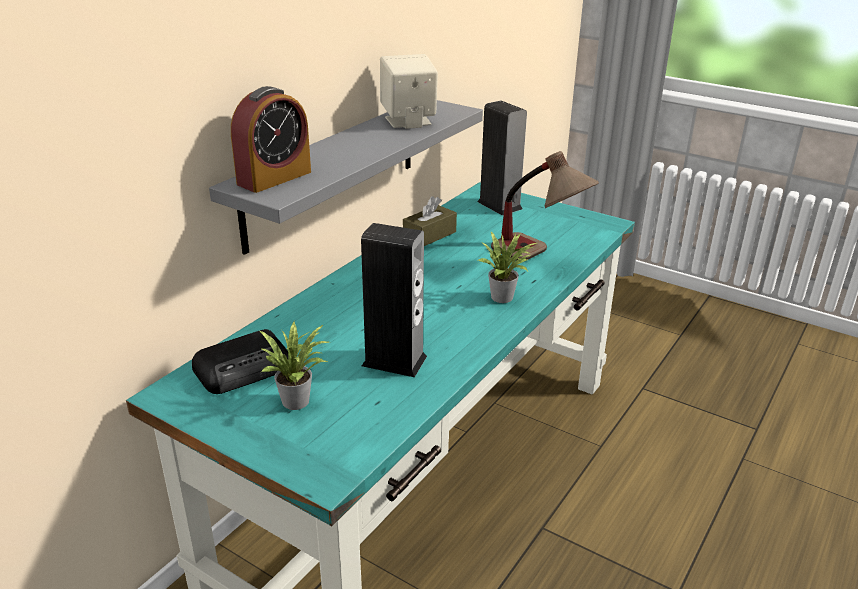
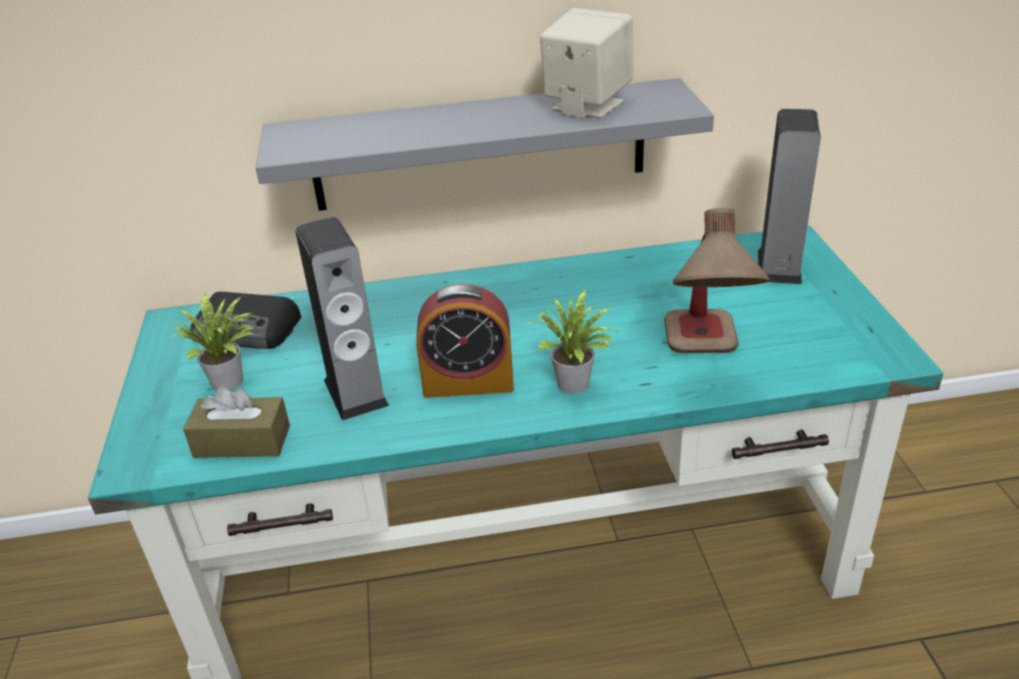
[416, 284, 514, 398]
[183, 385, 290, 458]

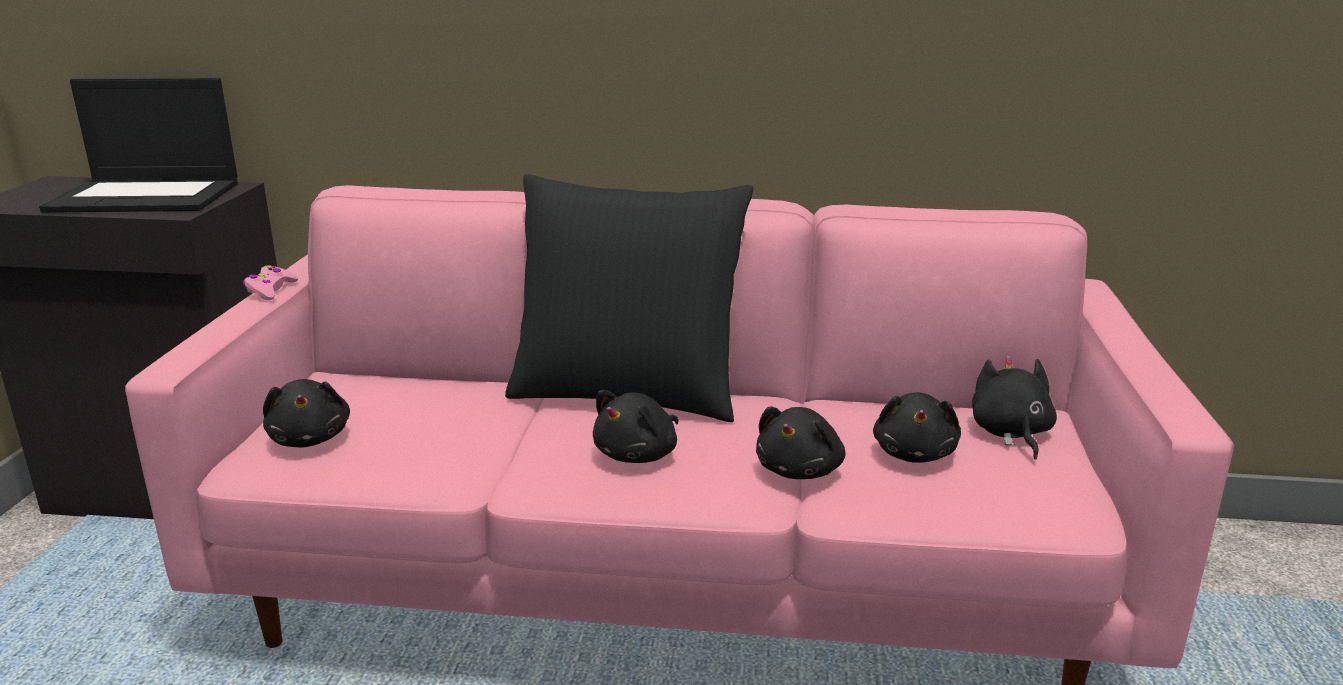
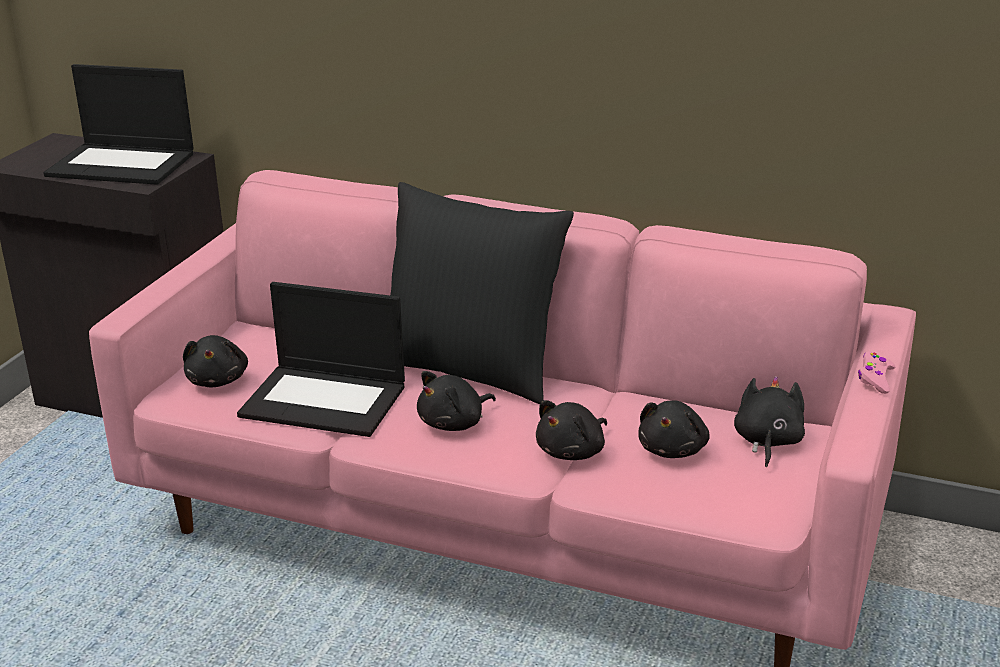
[858, 351, 896, 394]
[237, 282, 405, 437]

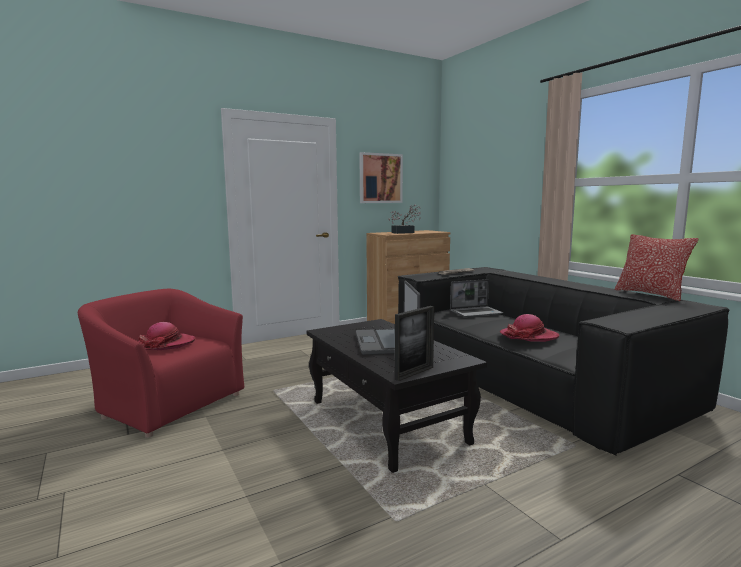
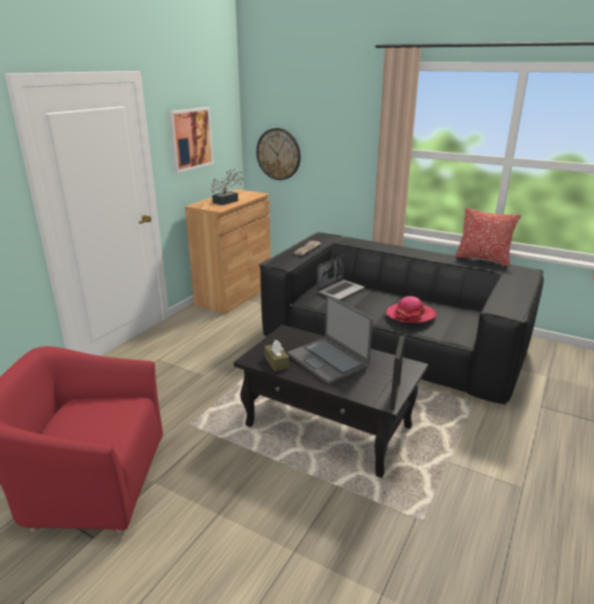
[138, 322, 196, 350] (first image)
[256, 128, 301, 180]
[264, 340, 289, 371]

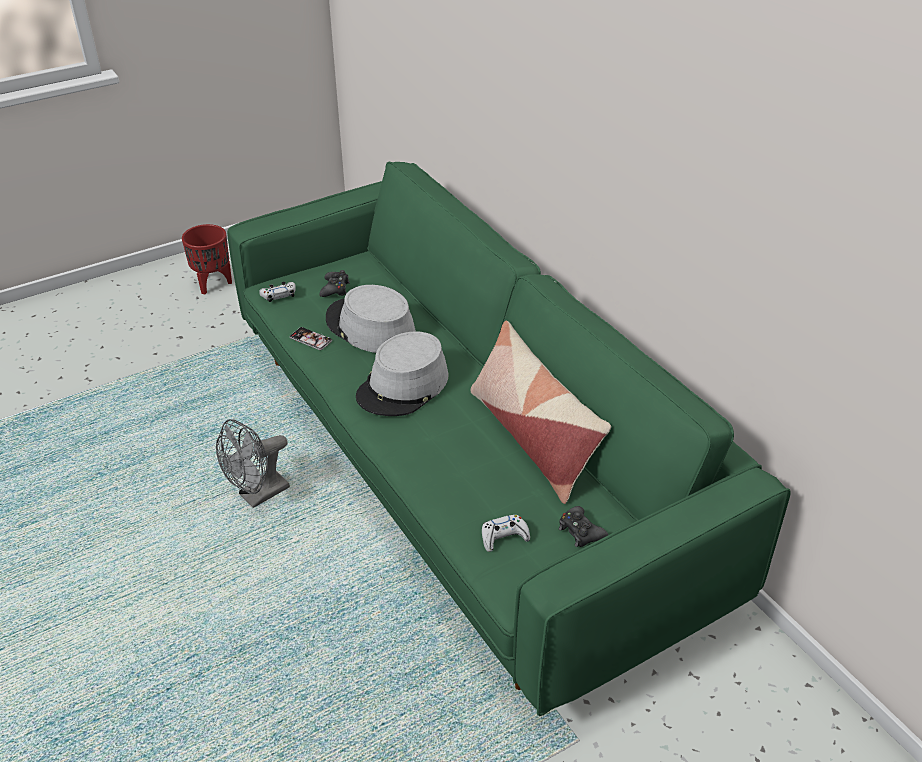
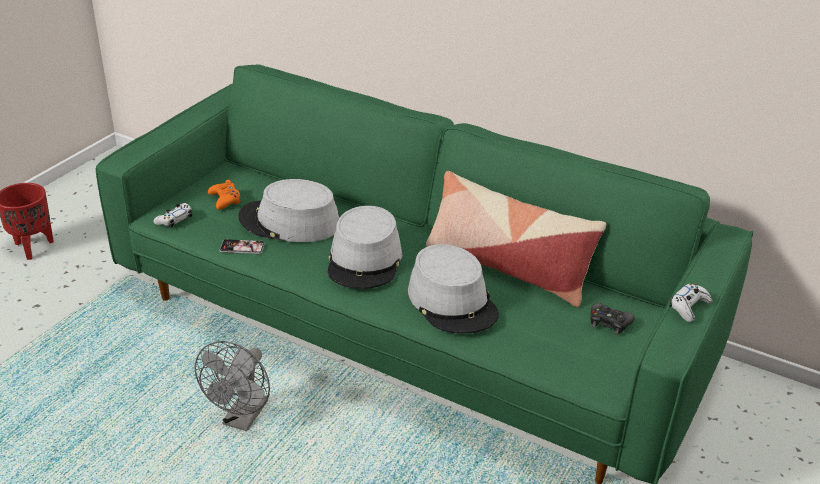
[208, 180, 242, 210]
[669, 283, 712, 322]
[408, 244, 499, 334]

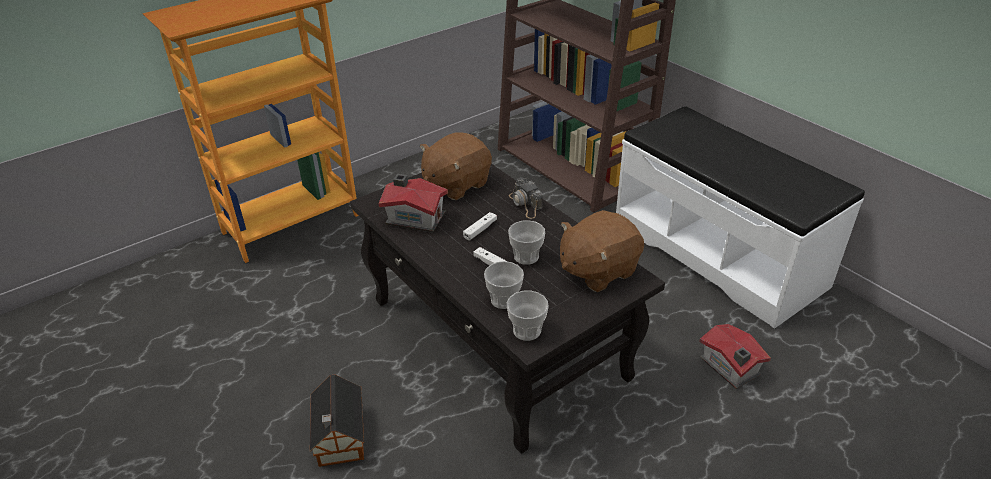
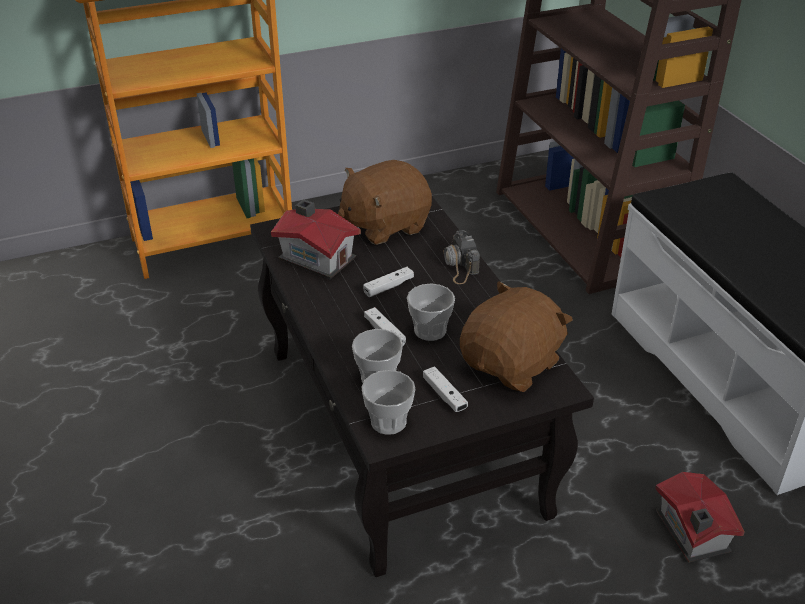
[460, 281, 573, 392]
[310, 375, 364, 467] (first image)
[423, 366, 468, 412]

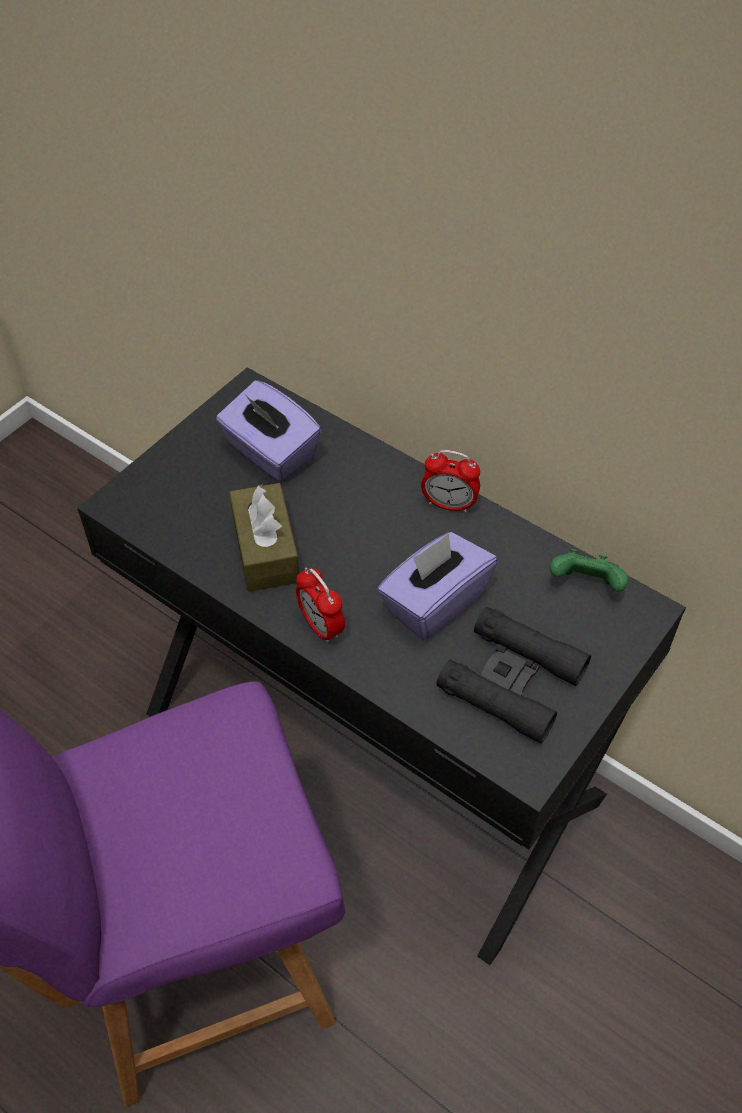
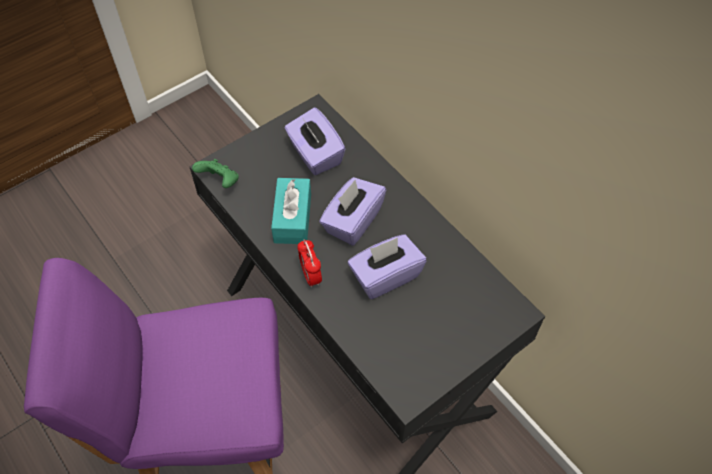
[421, 450, 480, 513] (first image)
[271, 178, 311, 244]
[192, 159, 239, 188]
[436, 607, 591, 744] (first image)
[319, 177, 386, 246]

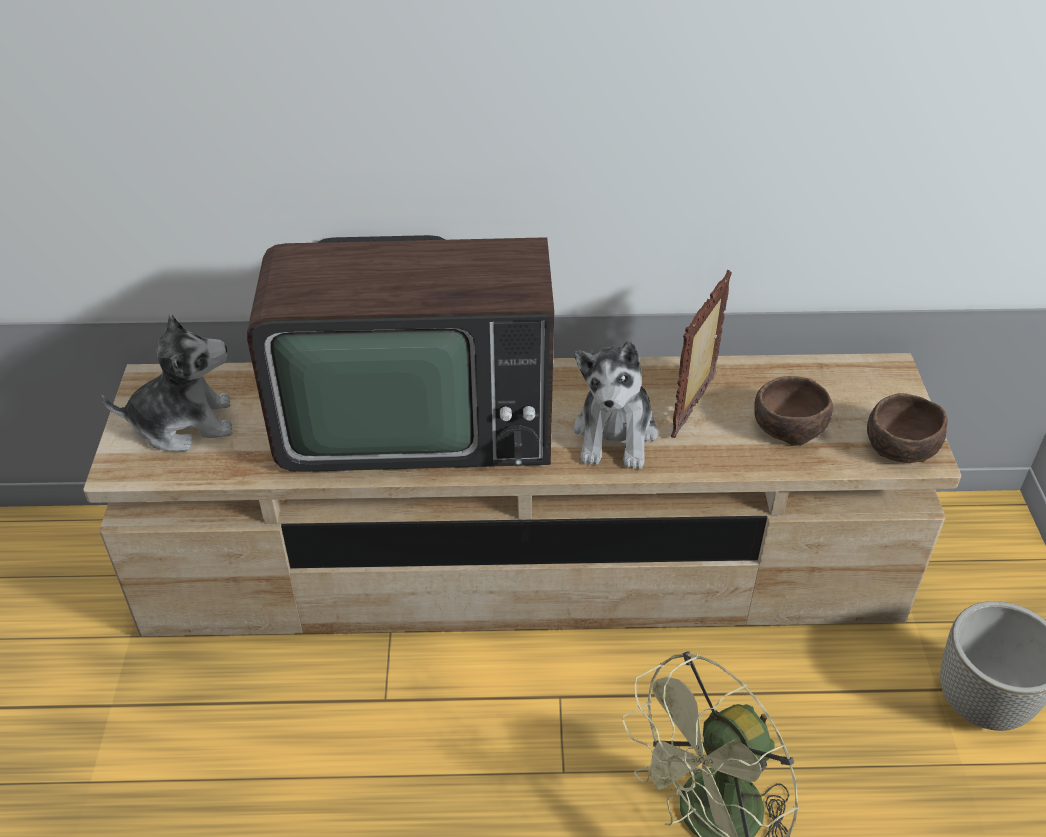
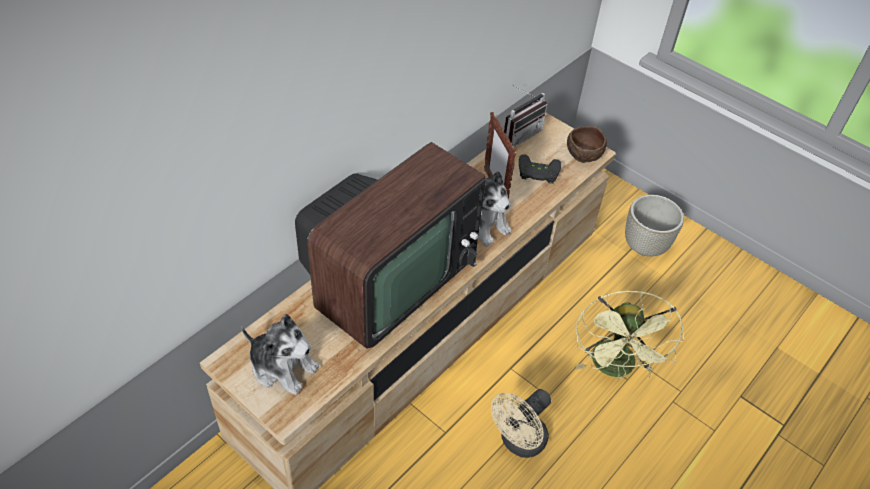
[241, 314, 319, 395]
[519, 155, 561, 184]
[504, 85, 547, 147]
[491, 389, 551, 458]

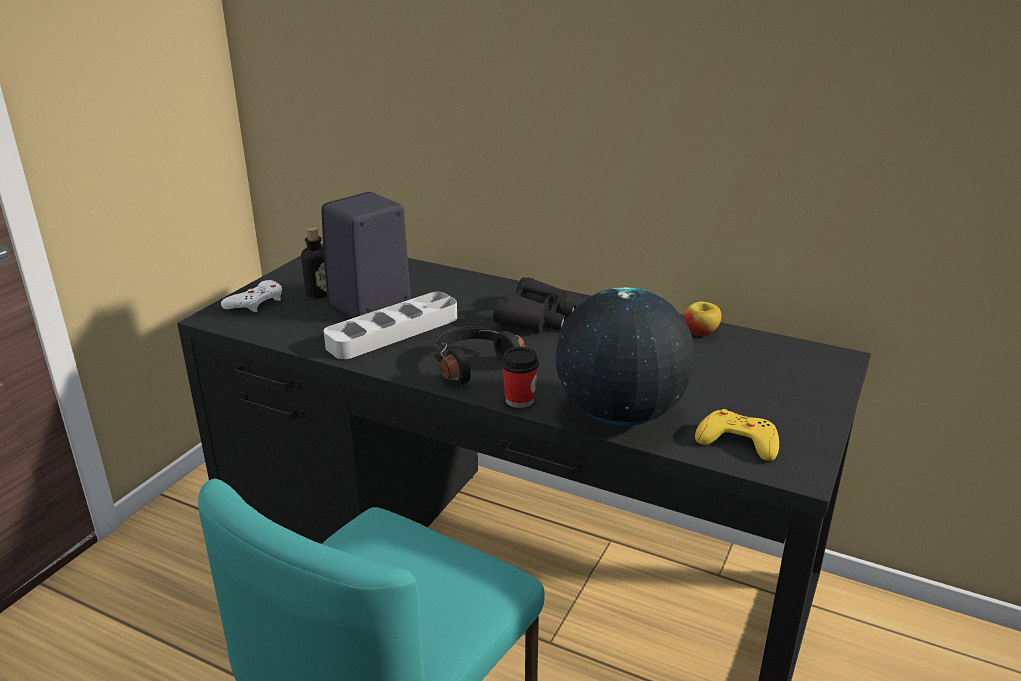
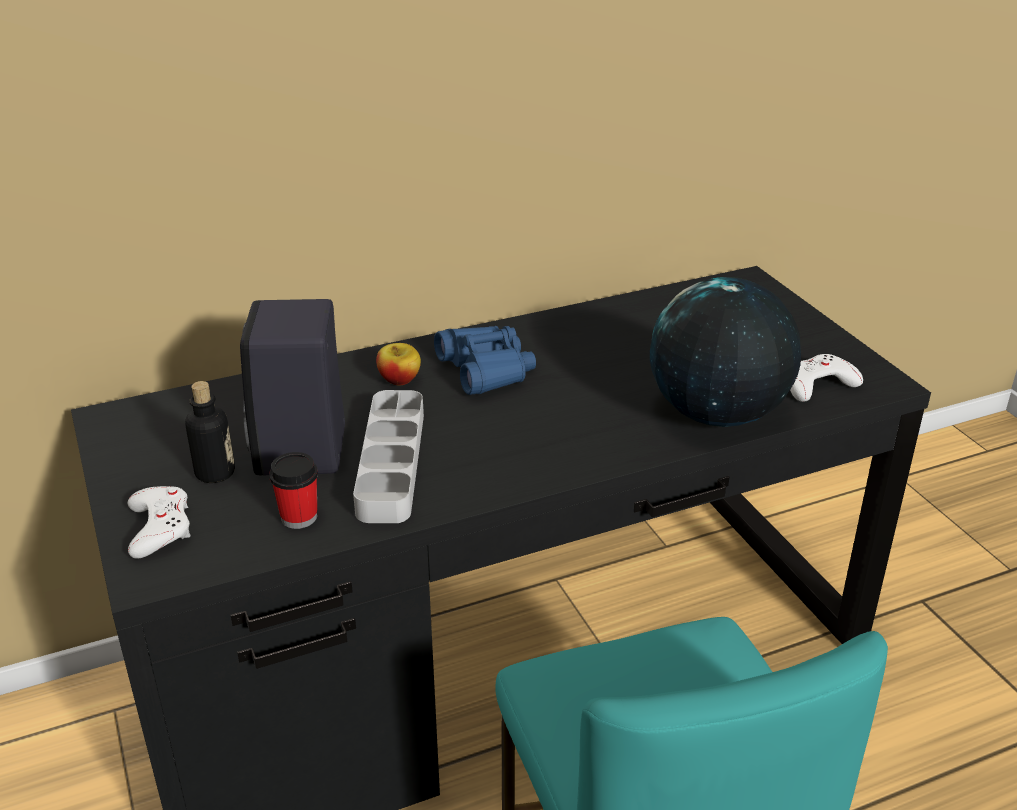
[434, 326, 536, 395]
[376, 343, 421, 385]
[434, 327, 525, 384] (first image)
[269, 452, 318, 529]
[790, 354, 863, 402]

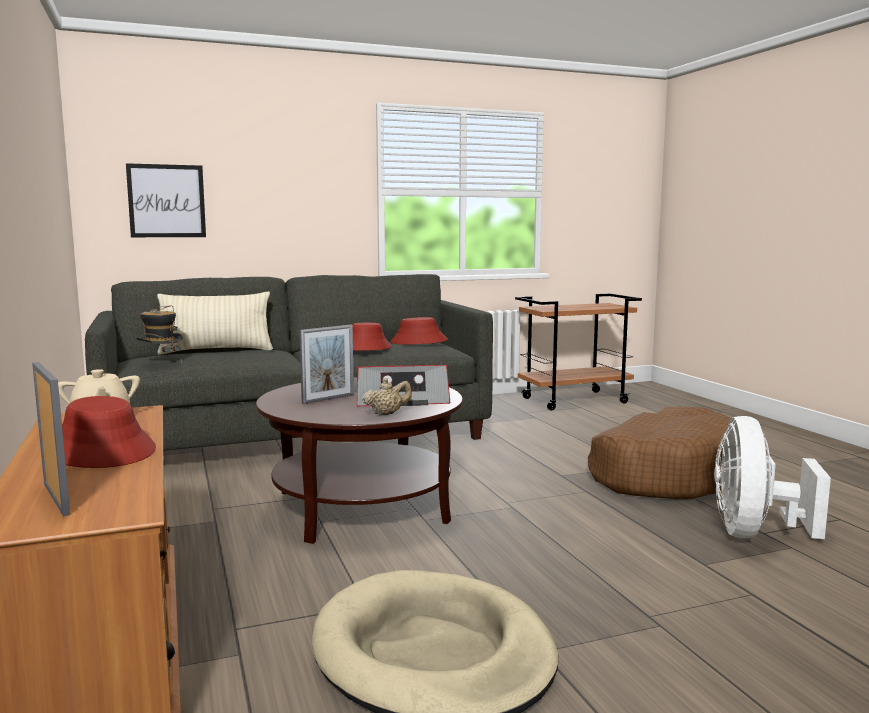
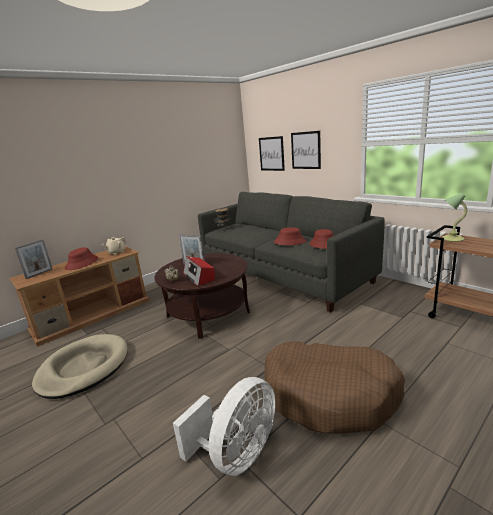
[157, 292, 273, 355] (first image)
[173, 377, 276, 476]
[291, 131, 321, 169]
[442, 193, 467, 242]

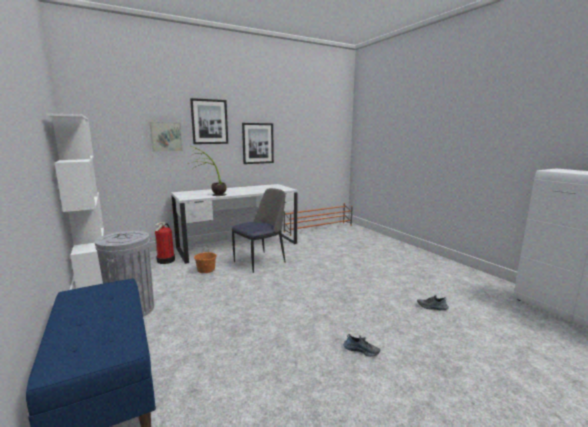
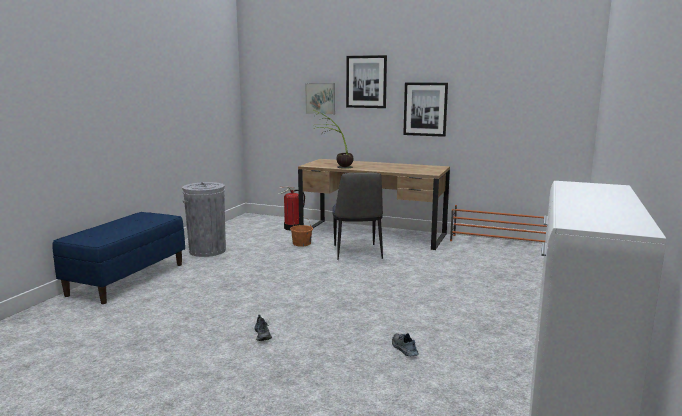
[46, 113, 104, 289] (first image)
[298, 159, 450, 250]
[332, 172, 383, 260]

